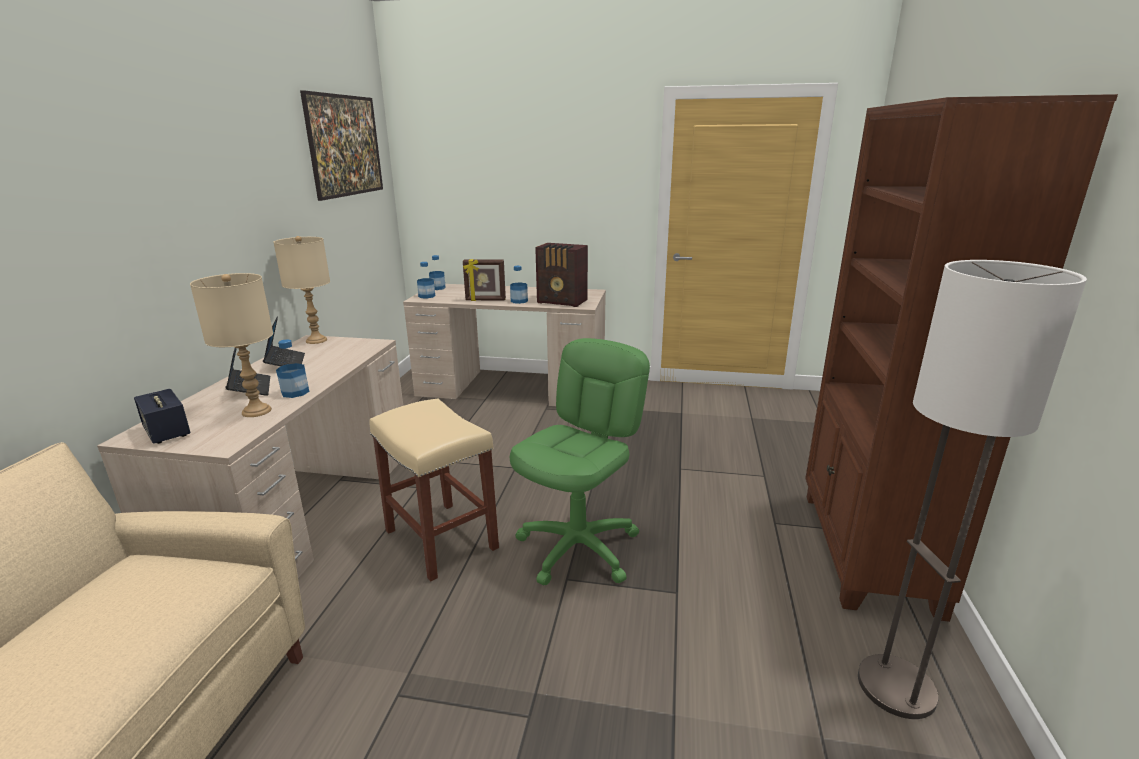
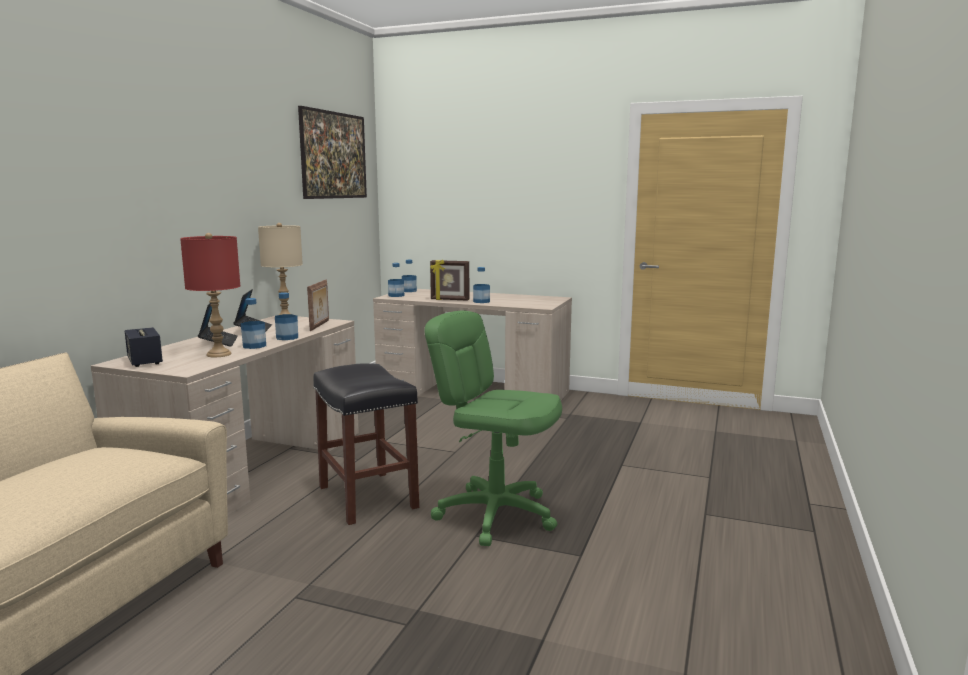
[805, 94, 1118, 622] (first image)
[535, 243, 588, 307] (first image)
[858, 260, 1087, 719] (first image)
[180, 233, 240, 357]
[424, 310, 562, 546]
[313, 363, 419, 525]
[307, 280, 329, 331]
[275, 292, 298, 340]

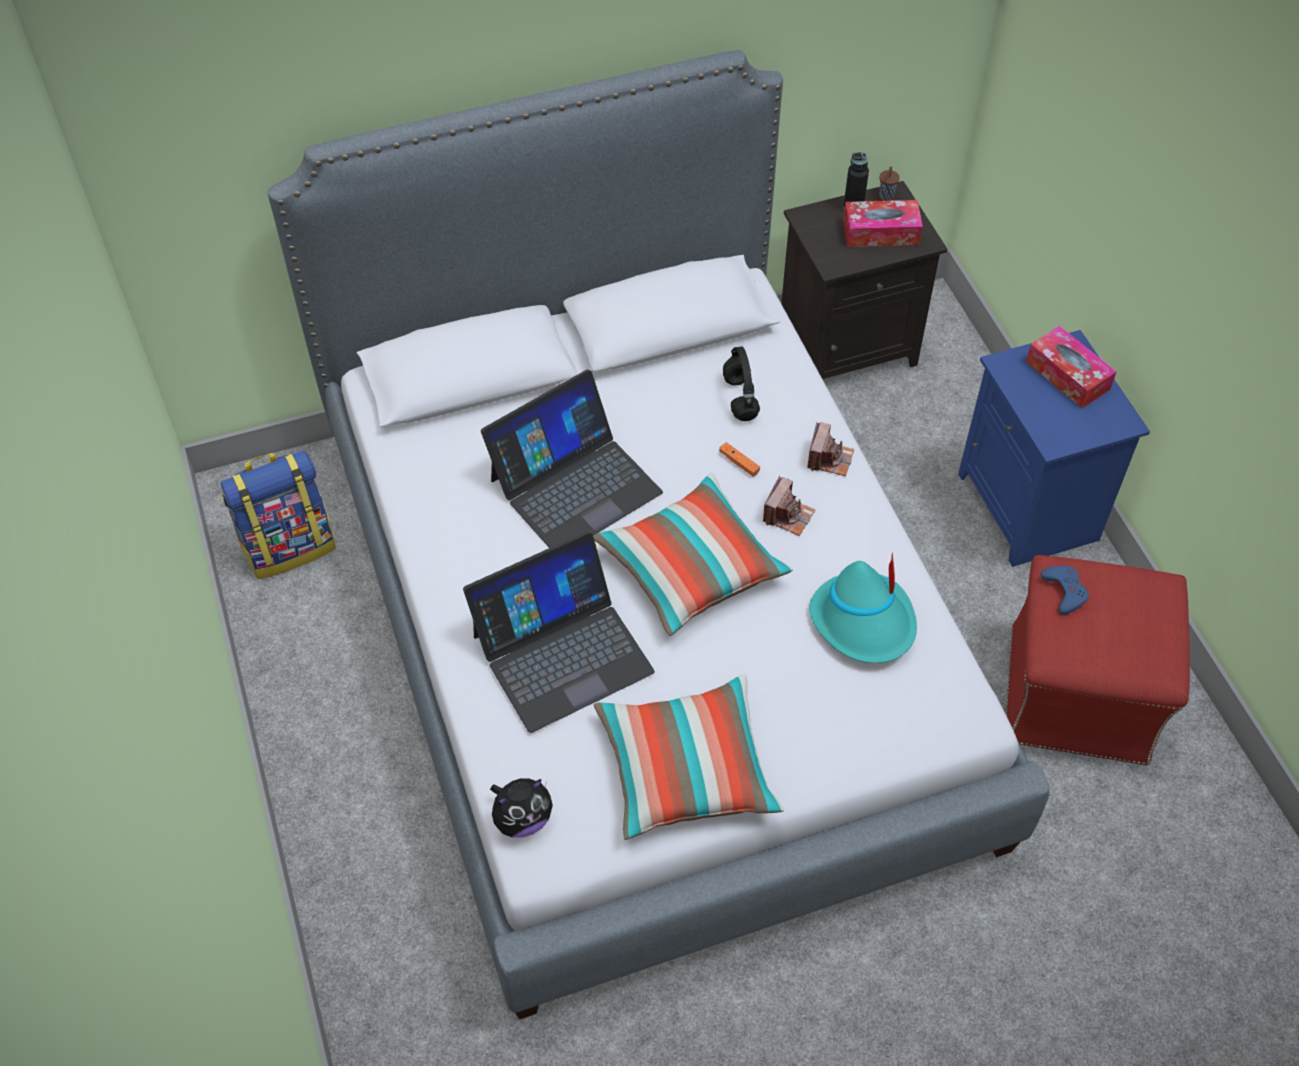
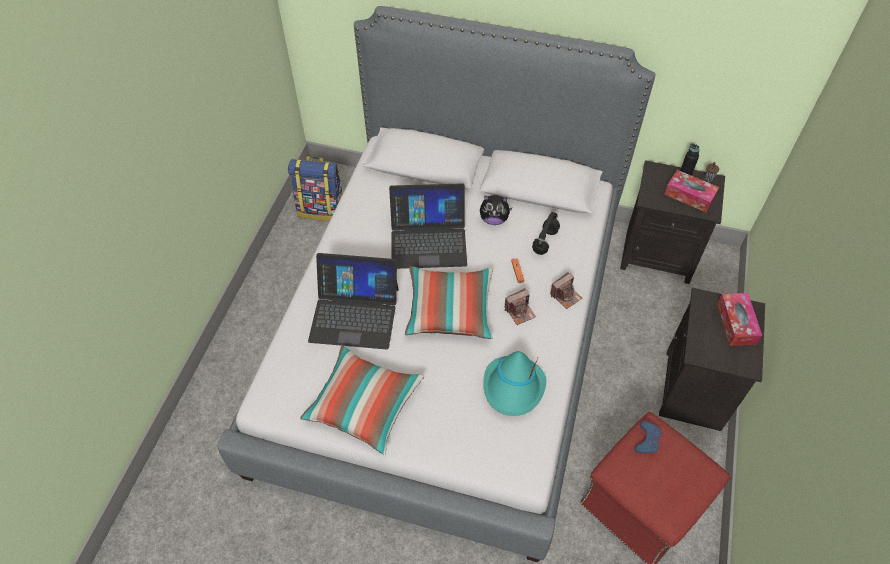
[659, 288, 765, 431]
[480, 195, 513, 225]

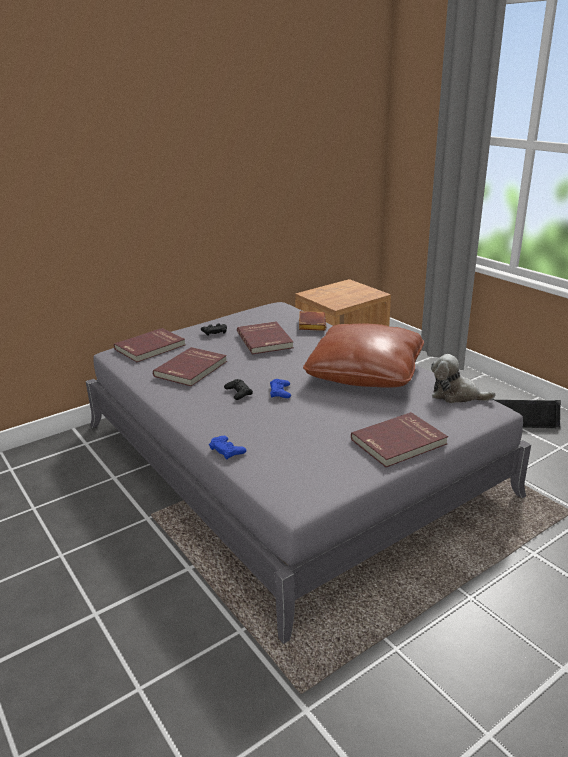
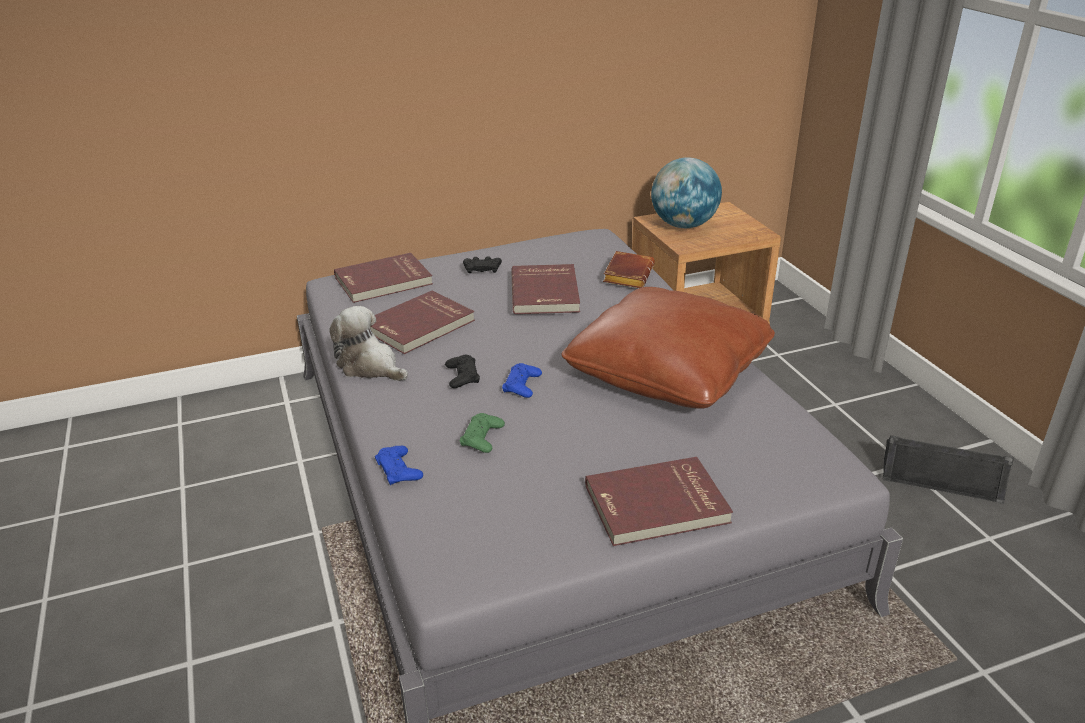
[329, 306, 408, 381]
[651, 157, 722, 228]
[460, 413, 505, 453]

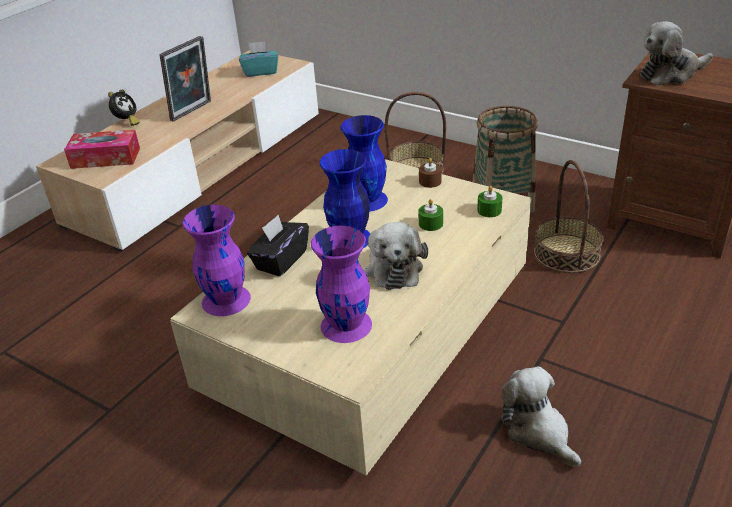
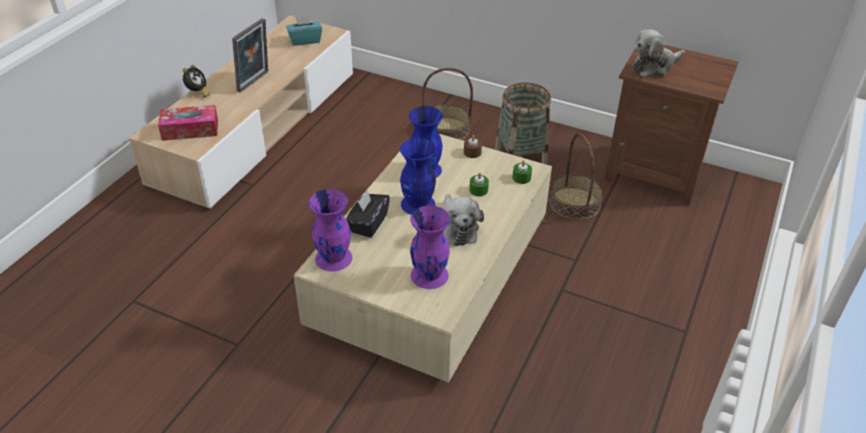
[501, 366, 581, 467] (first image)

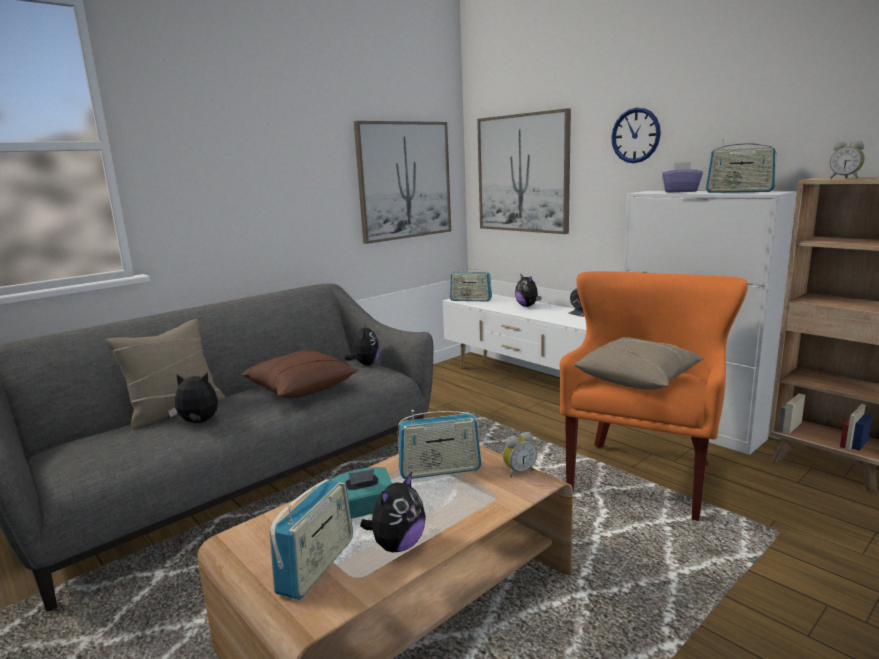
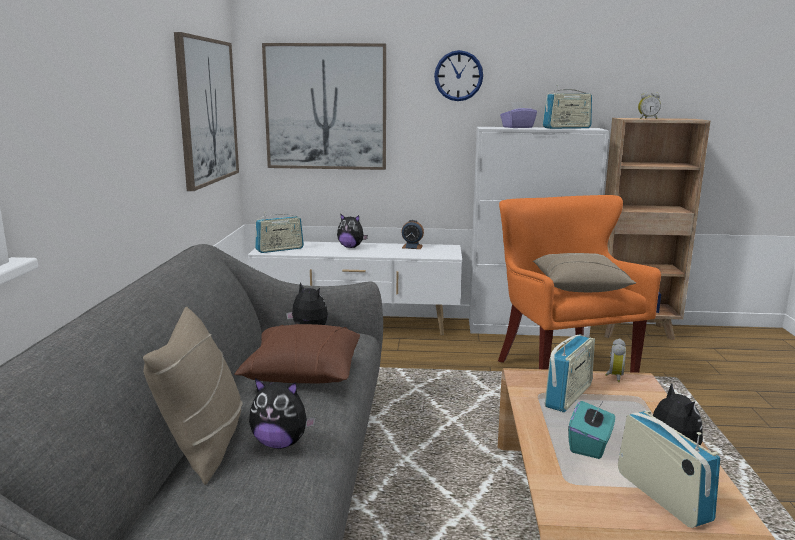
[249, 378, 316, 449]

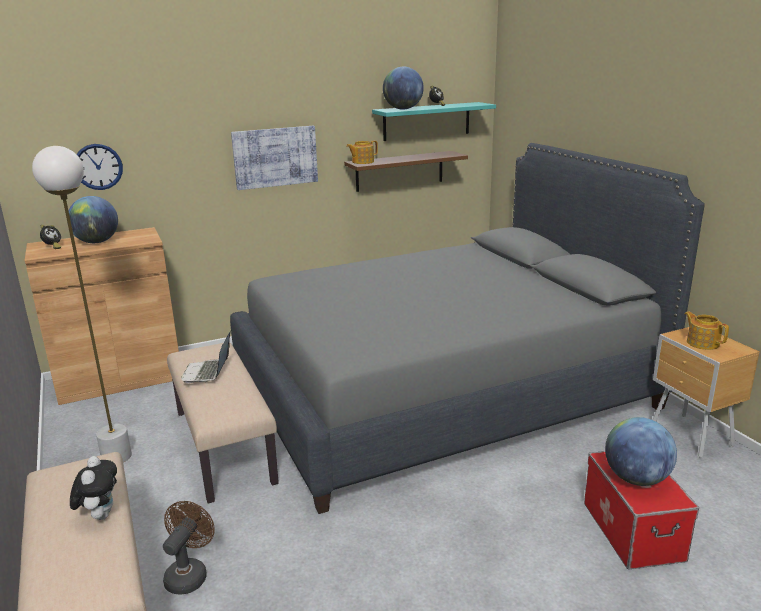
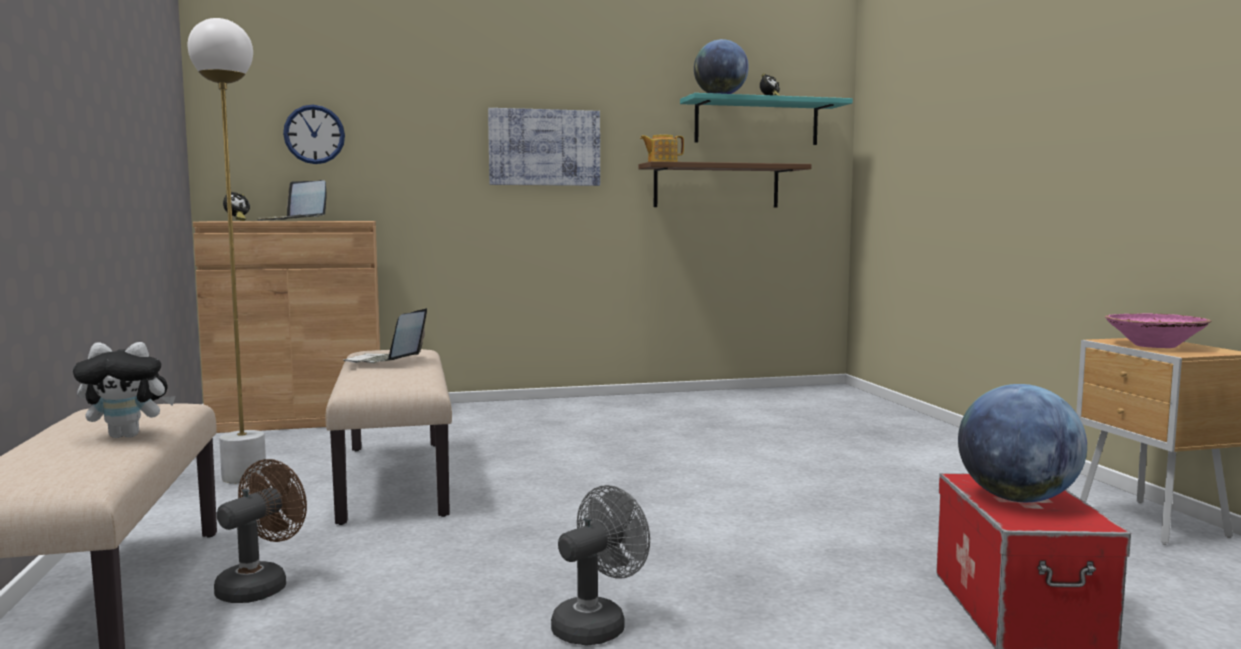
[230, 143, 705, 514] (first image)
[257, 180, 327, 221]
[1104, 314, 1211, 348]
[73, 342, 176, 438]
[551, 485, 650, 646]

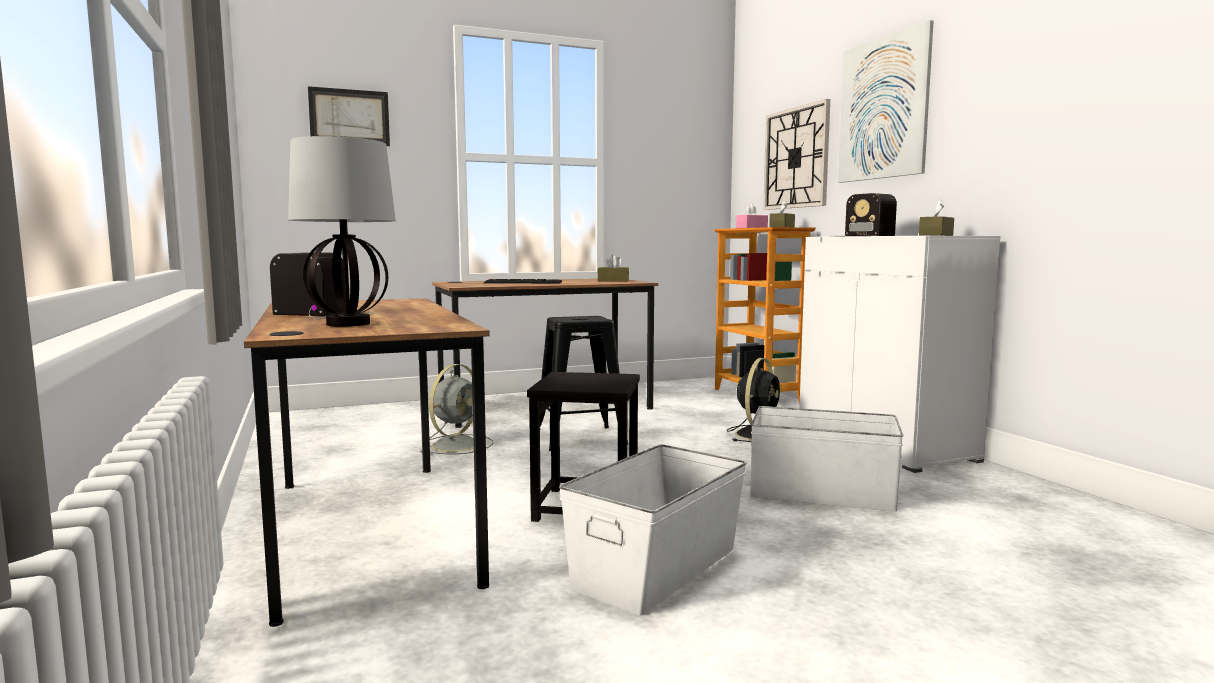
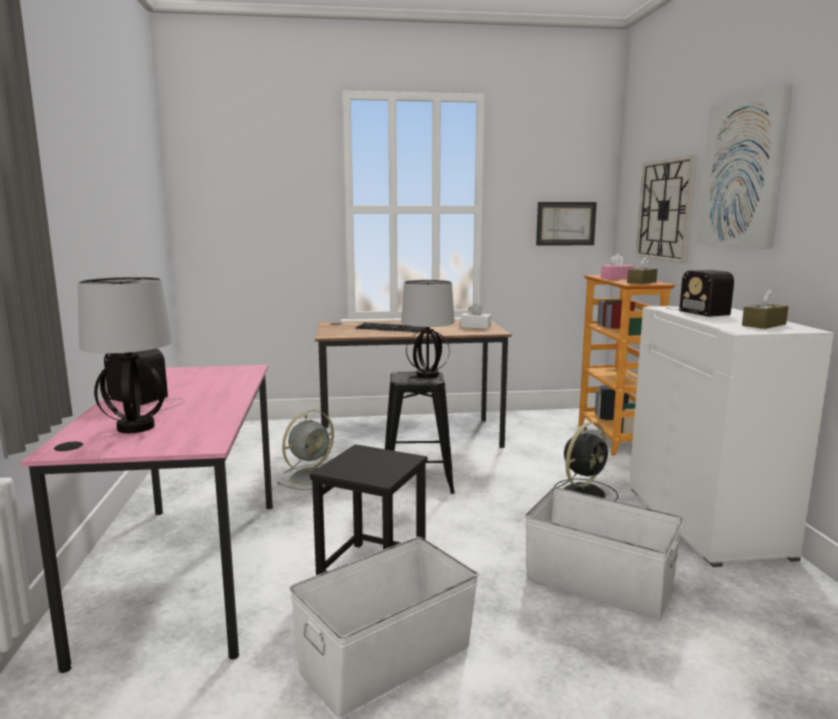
[536, 202, 597, 246]
[461, 303, 491, 329]
[21, 365, 273, 673]
[401, 280, 455, 379]

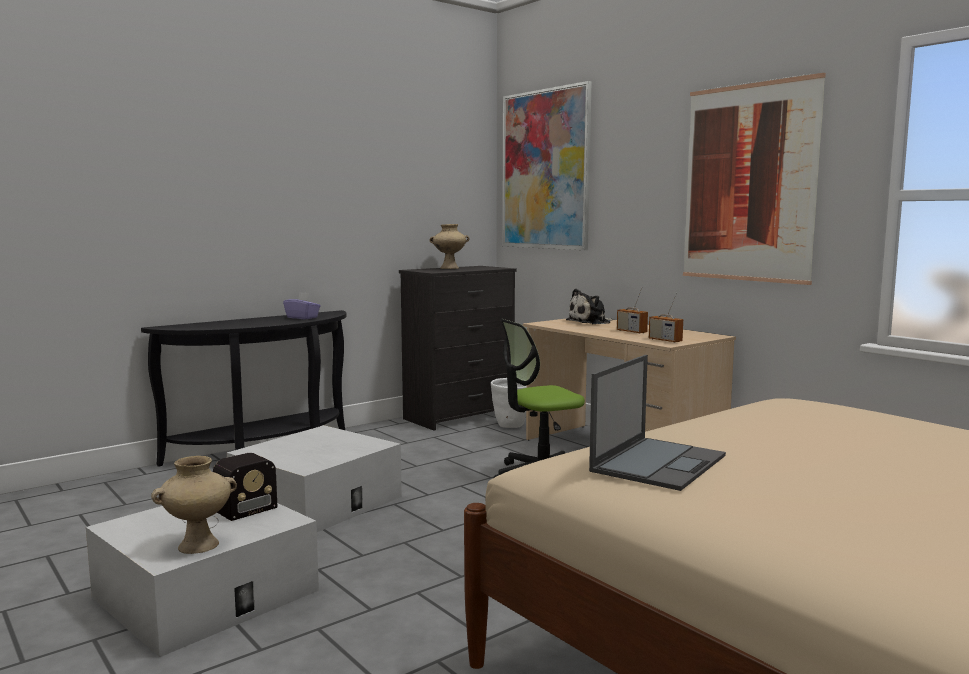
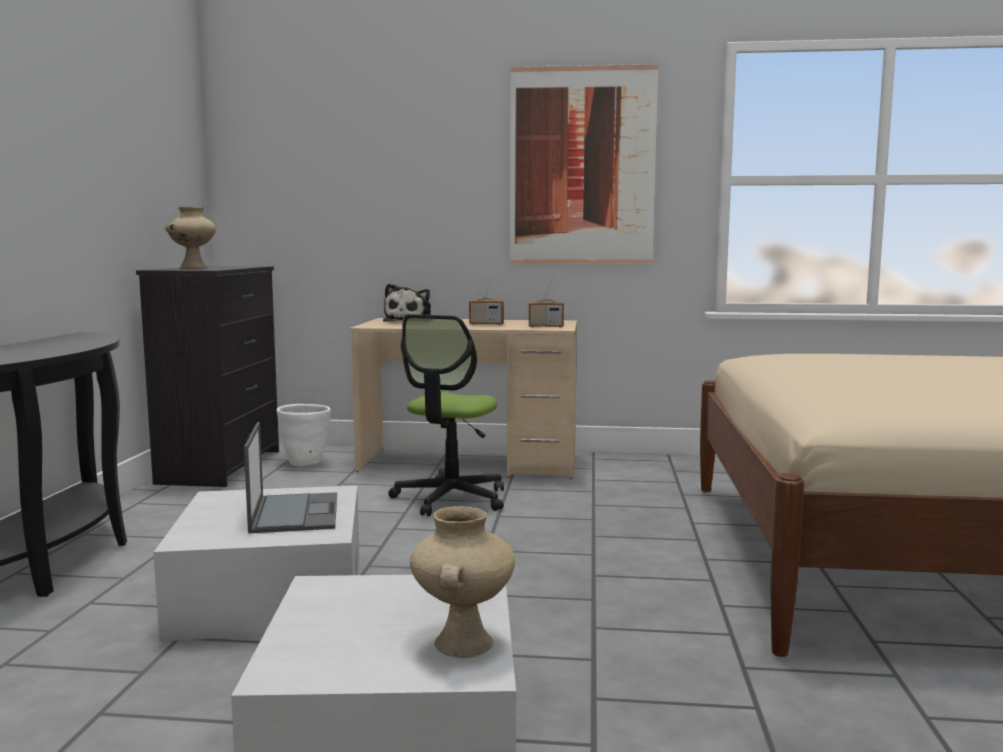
[503, 81, 592, 250] (first image)
[283, 292, 321, 319] (first image)
[244, 422, 337, 533]
[183, 453, 278, 528] (first image)

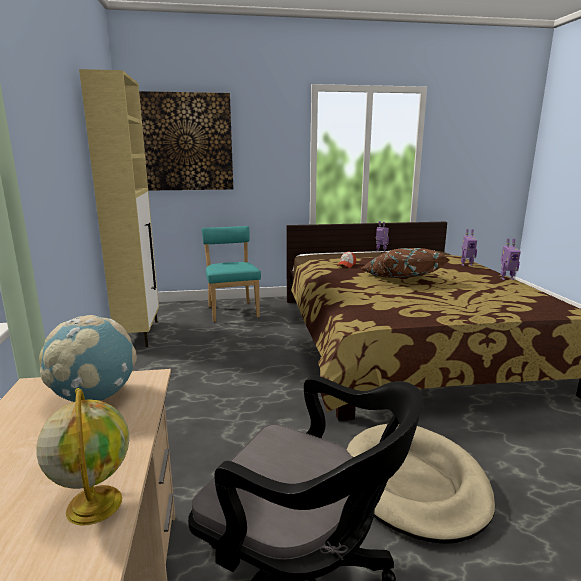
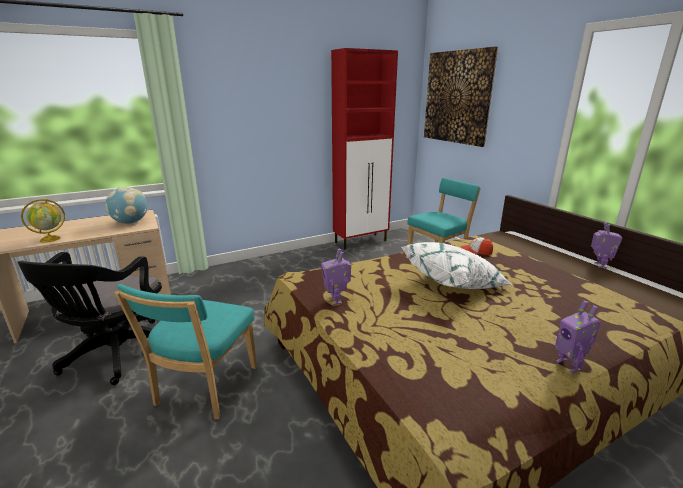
[331, 48, 398, 250]
[321, 249, 351, 305]
[402, 242, 512, 289]
[114, 284, 257, 420]

